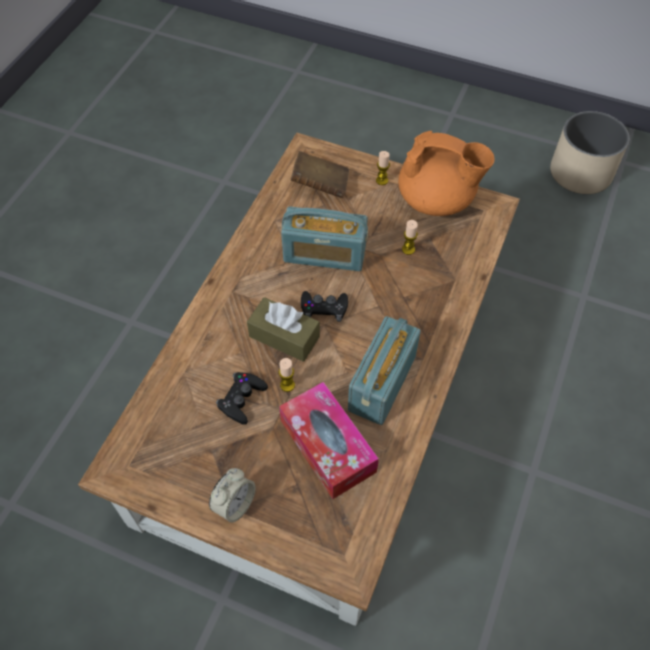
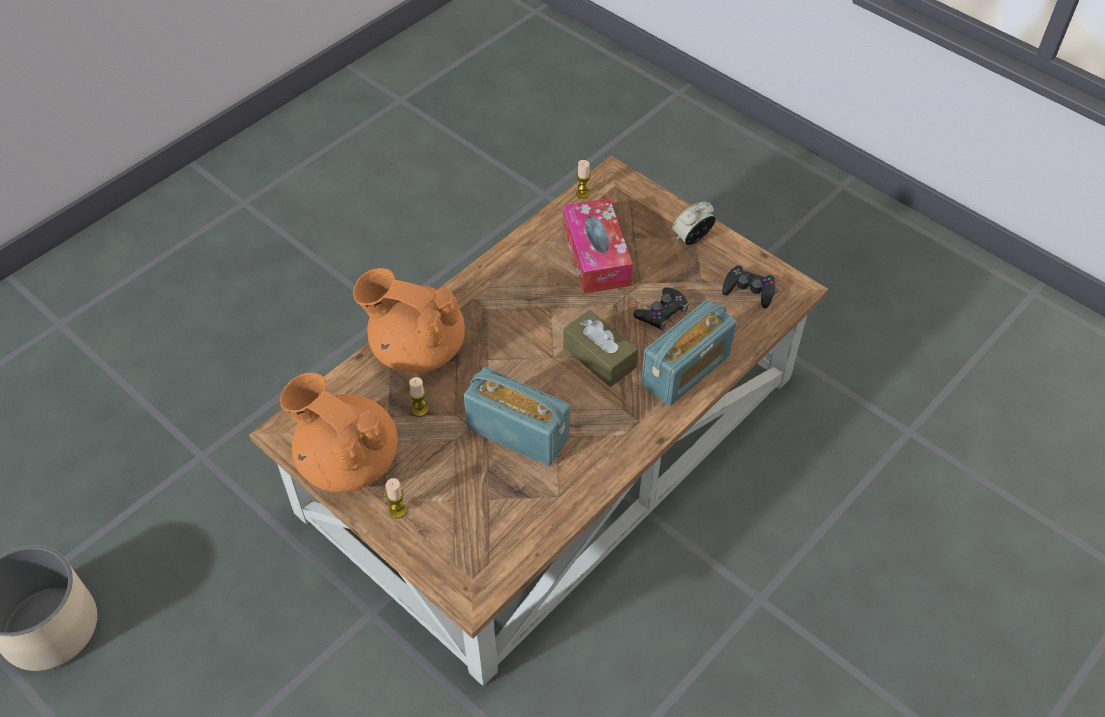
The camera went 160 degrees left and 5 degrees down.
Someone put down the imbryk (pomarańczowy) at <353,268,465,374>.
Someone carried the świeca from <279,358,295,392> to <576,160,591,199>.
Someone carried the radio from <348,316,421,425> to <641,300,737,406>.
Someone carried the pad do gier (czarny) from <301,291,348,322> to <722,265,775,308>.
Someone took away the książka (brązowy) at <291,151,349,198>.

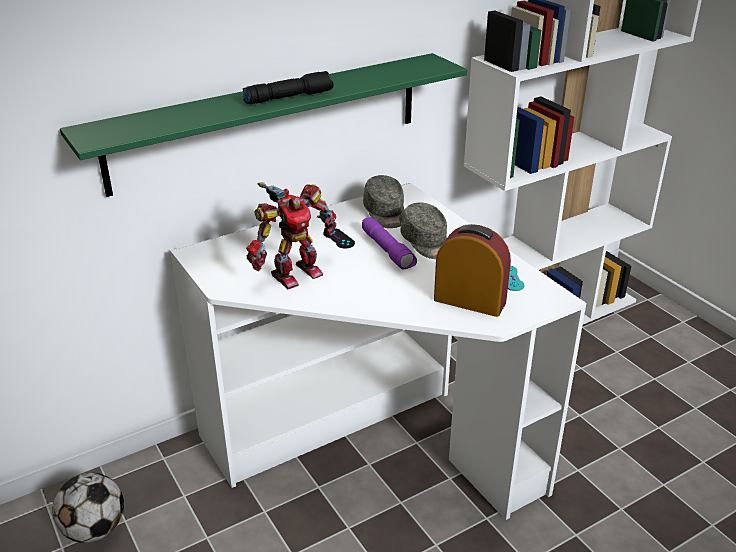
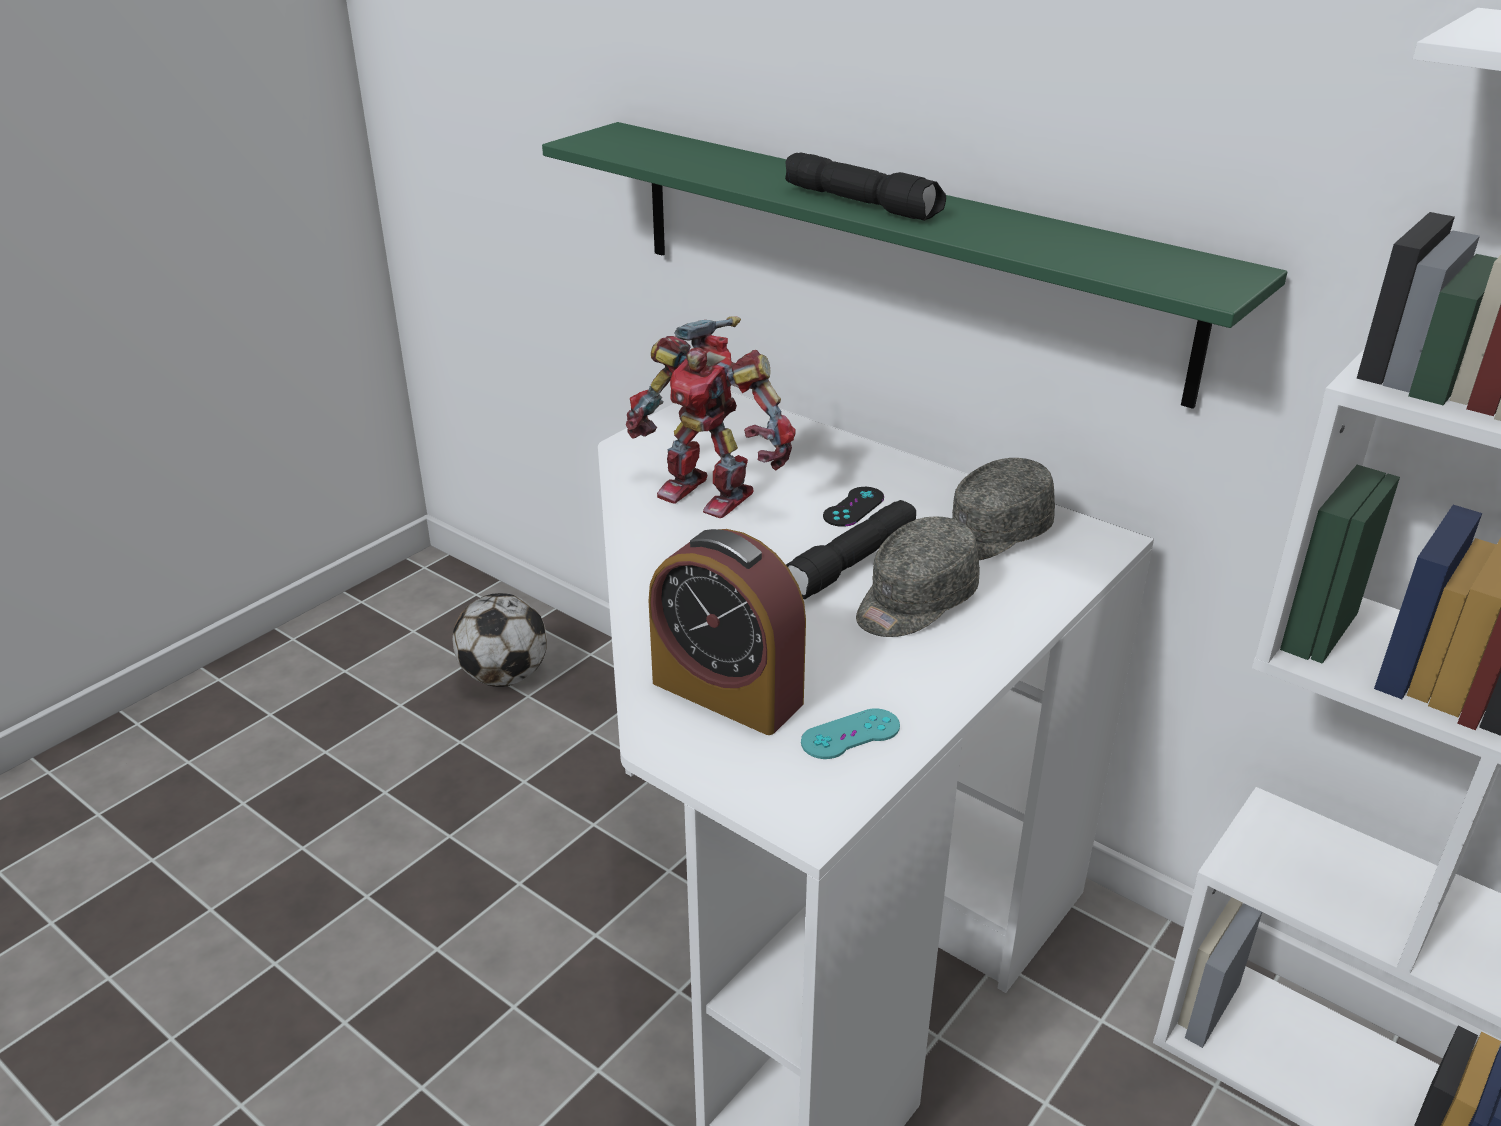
The camera went 70 degrees right and 0 degrees up.
Someone rotated the budzik at <434,224,511,317> by 120 degrees clockwise.
Someone repainted the latarka (fioletowy) at <362,217,417,270>, which became the latarka (czarny) at <786,500,916,600>.

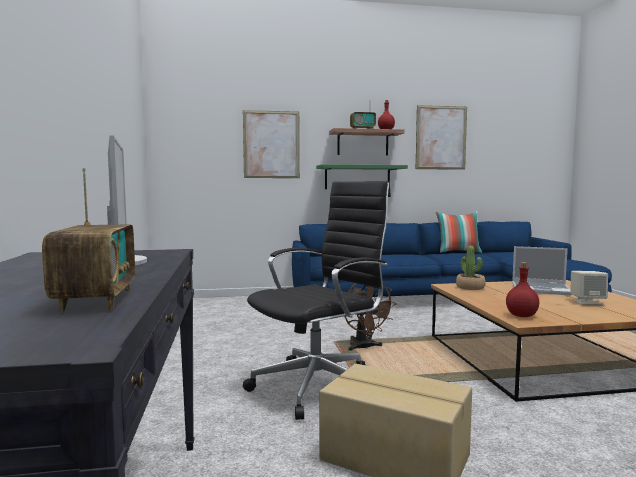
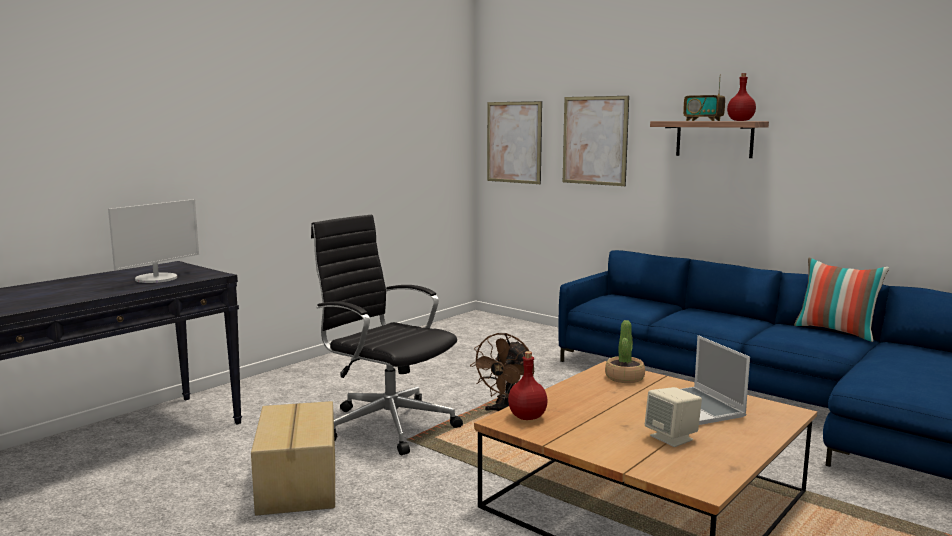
The camera went 50 degrees right and 5 degrees up.
Someone rotated the krzesło biurowe (czarny) at <243,181,391,420> by 150 degrees counterclockwise.
Someone carried the obraz from <416,105,467,170> to <487,101,542,184>.
Someone took away the radio at <42,169,135,312>.
Someone took away the półka (zielony) at <316,164,408,189>.

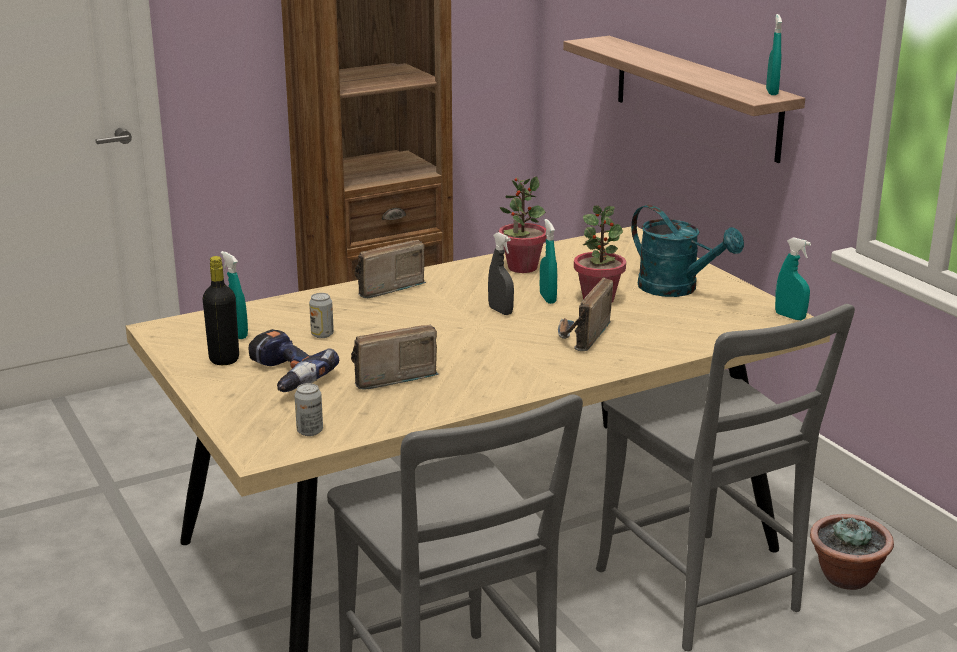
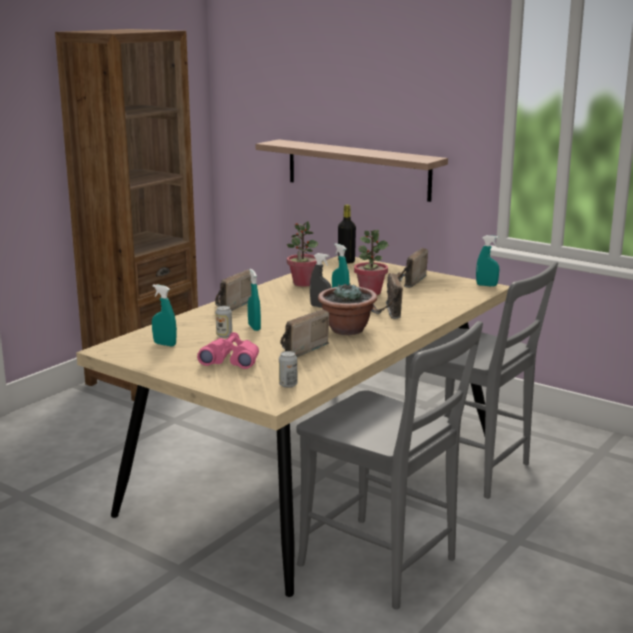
The camera went 25 degrees left and 5 degrees down.
Someone swapped the wiertarka at <249,329,339,392> for the lornetka (różowy) at <197,332,259,369>.
Someone carried the spryskiwacz (turkusowy) from <766,14,782,95> to <248,269,261,331>.
Someone carried the roślina doniczkowa from <810,514,894,590> to <318,284,377,335>.
Someone carried the butelka (czarny) from <203,256,239,365> to <338,205,356,264>.
Someone swapped the konewka (turkusowy) at <631,205,744,297> for the radio at <396,248,428,288>.

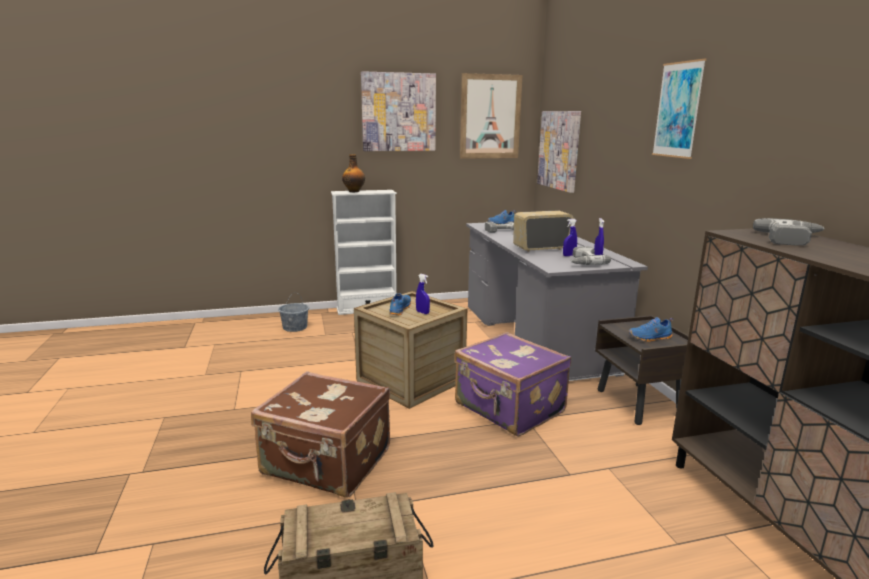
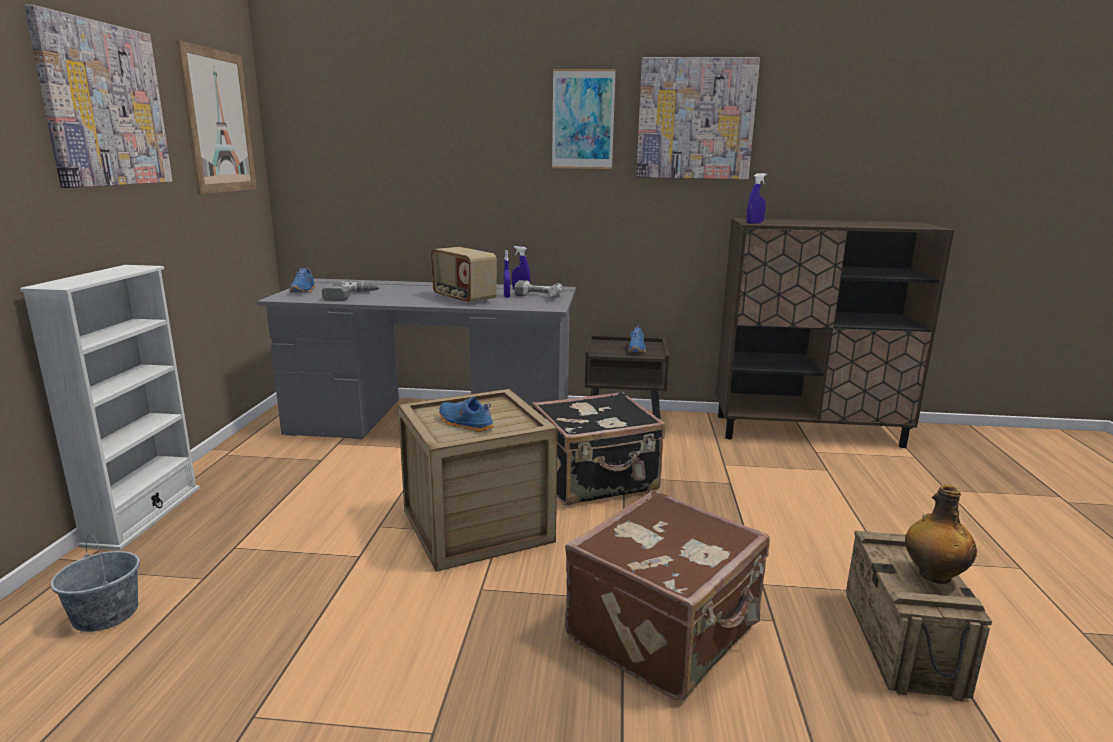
The camera went 70 degrees left and 0 degrees up.
Someone rotated the radio at <513,210,574,252> by 45 degrees counterclockwise.
Someone repainted the walizka (fioletowy) at <454,332,571,436>, which became the walizka (czarny) at <532,391,665,505>.
Someone carried the obraz from <537,111,581,193> to <636,57,760,179>.
Someone carried the spryskiwacz (niebieski) from <416,274,430,314> to <747,173,767,224>.
Someone carried the butelka from <342,154,365,192> to <905,484,977,584>.
Someone took away the wiertarka at <753,218,825,246>.

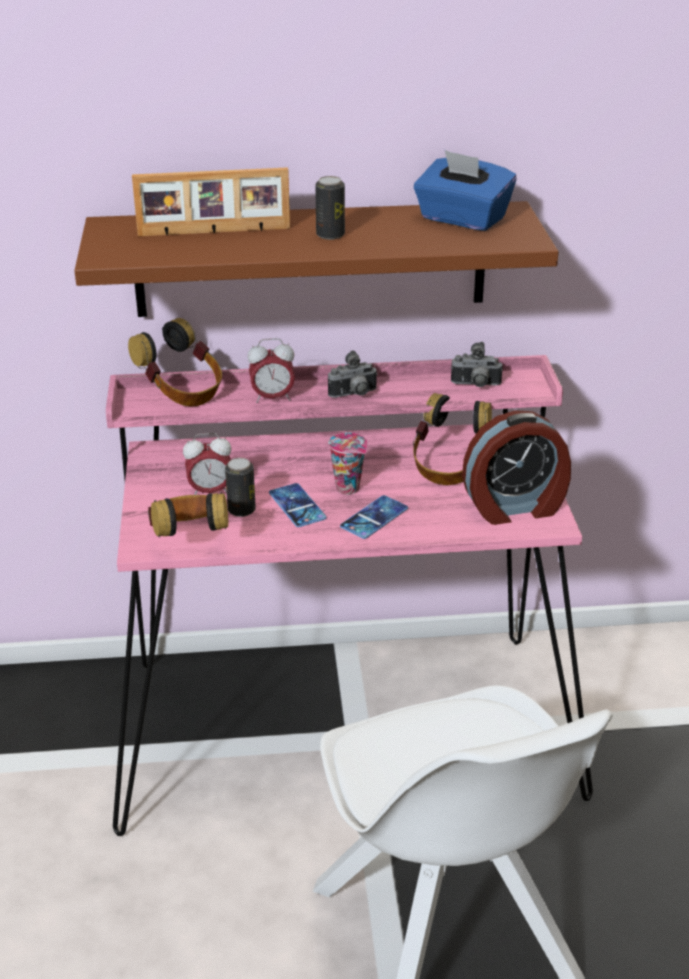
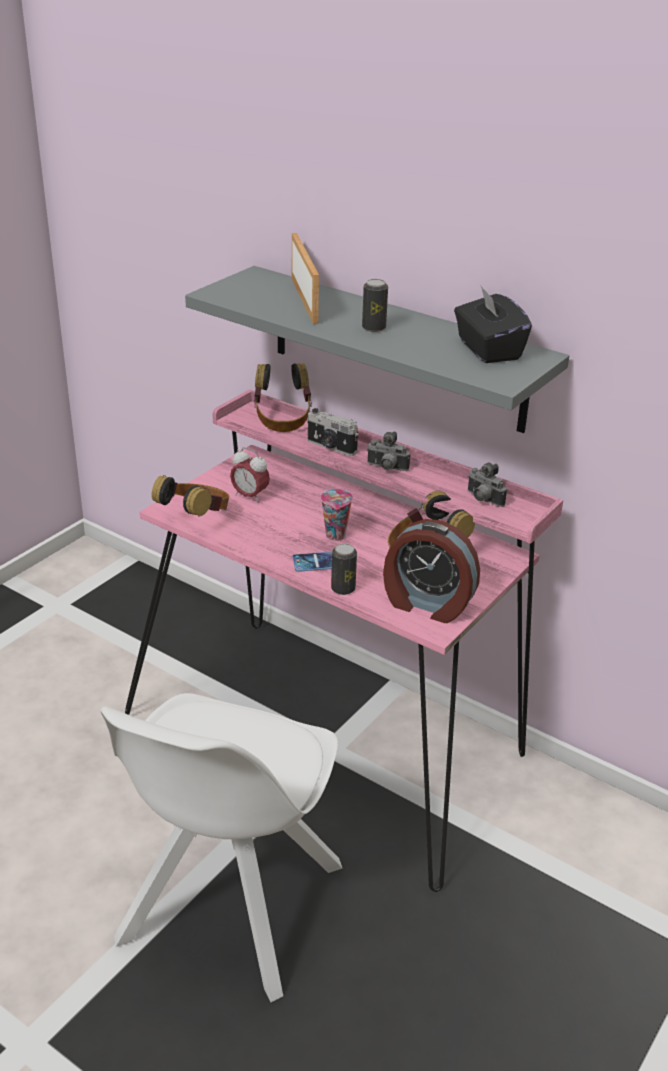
The camera went 40 degrees right and 0 degrees up.
Someone repainted the półka (brązowy) at <74,201,559,317>, which became the półka (szary) at <185,266,569,433>.
Someone rotated the ramka na zdjęcie at <132,167,290,236> by 135 degrees counterclockwise.
Someone swapped the budzik at <247,338,295,403> for the aparat fotograficzny at <307,408,359,456>.
Someone carried the puszka from <225,458,256,517> to <331,544,357,595>.
Someone repainted the pudełko chusteczek (niebieski) at <414,150,516,231>, which became the pudełko chusteczek (czarny) at <454,286,532,363>.
Someone took away the telefon at <269,483,326,527>.

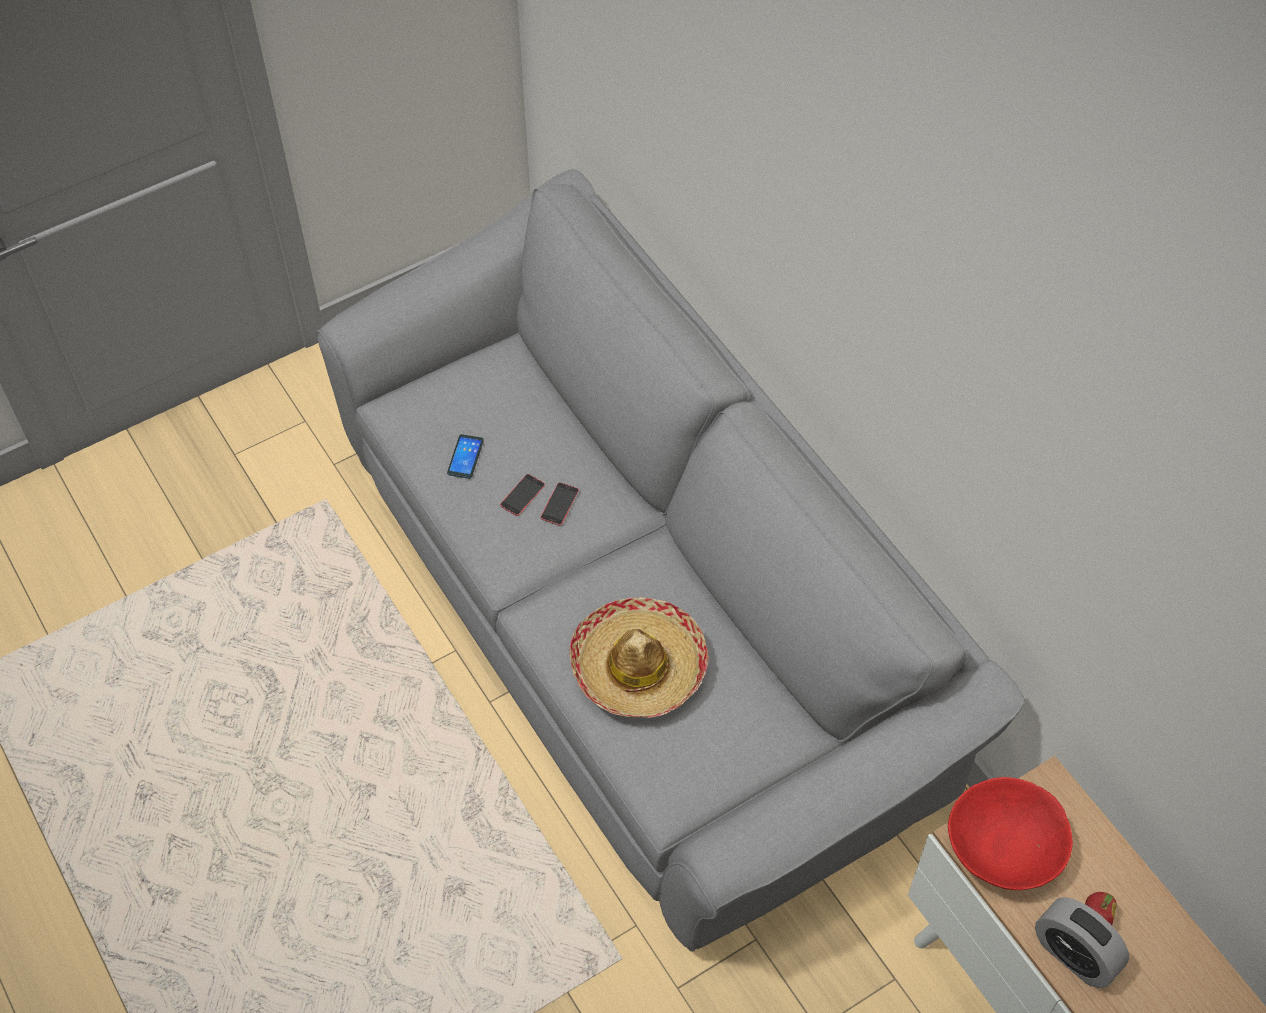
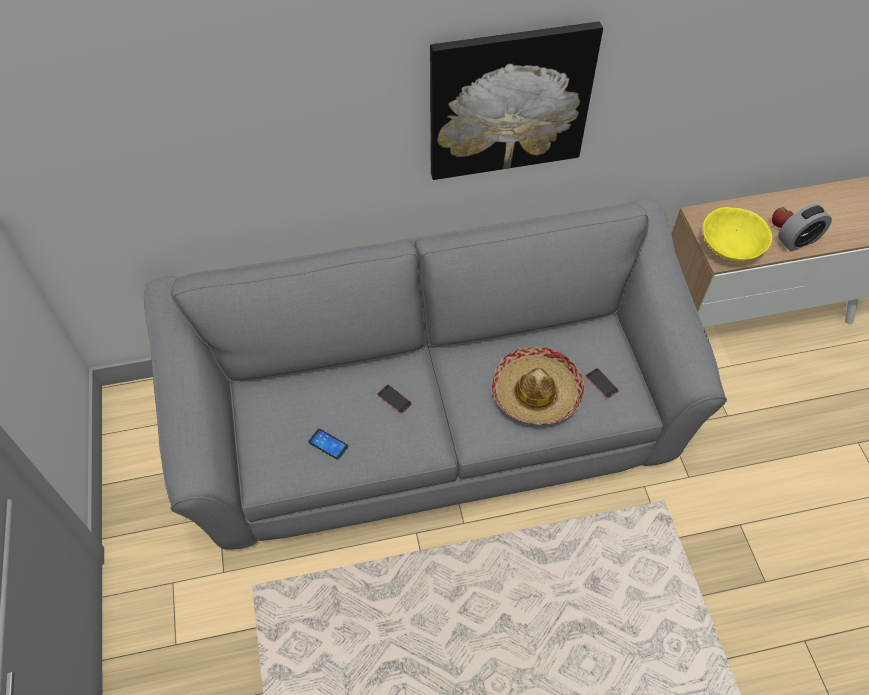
The camera went 70 degrees left and 0 degrees up.
Someone put up the obraz at <430,22,603,180>.
Someone carried the telefon from <500,474,545,516> to <586,368,619,398>.
Someone repainted the miska (czerwony) at <948,777,1073,890>, which became the miska (żółty) at <703,207,772,261>.

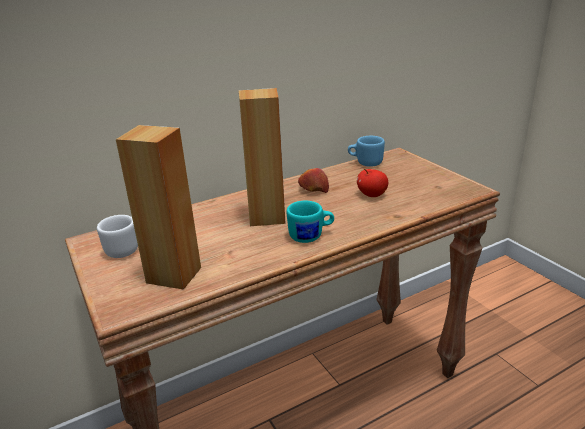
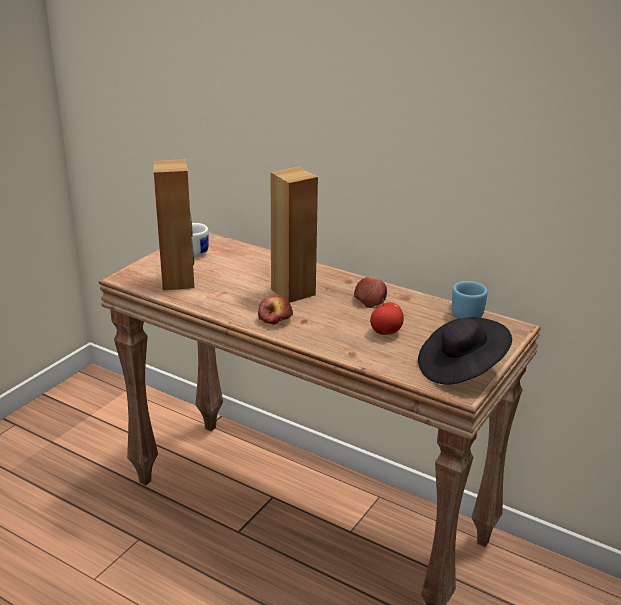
The camera went 60 degrees right and 0 degrees up.
Someone swapped the kubek (turkusowy) at <287,201,334,243> for the jabłko at <258,296,293,325>.
Someone put down the kapelusz (czarny) at <418,318,512,384>.

